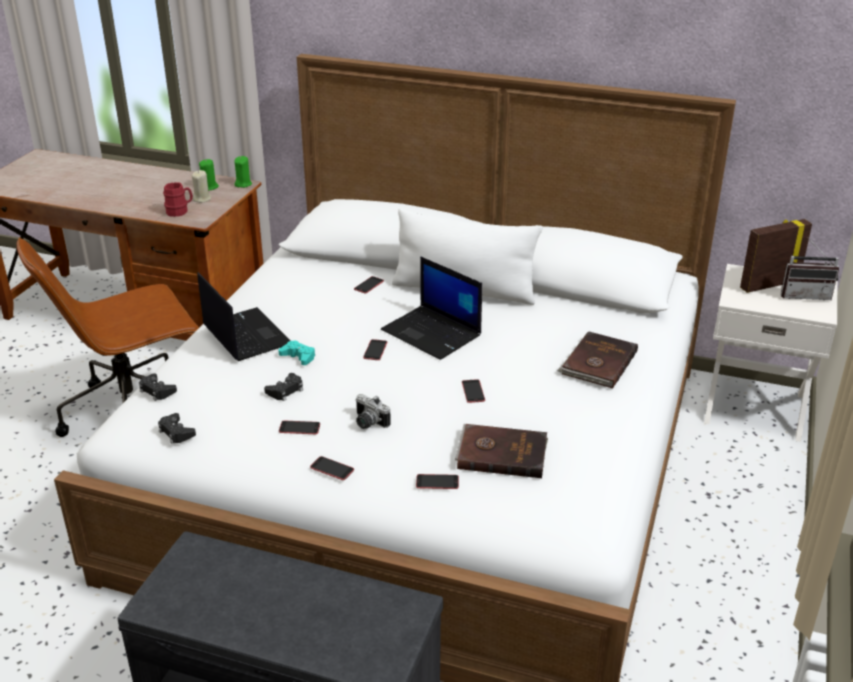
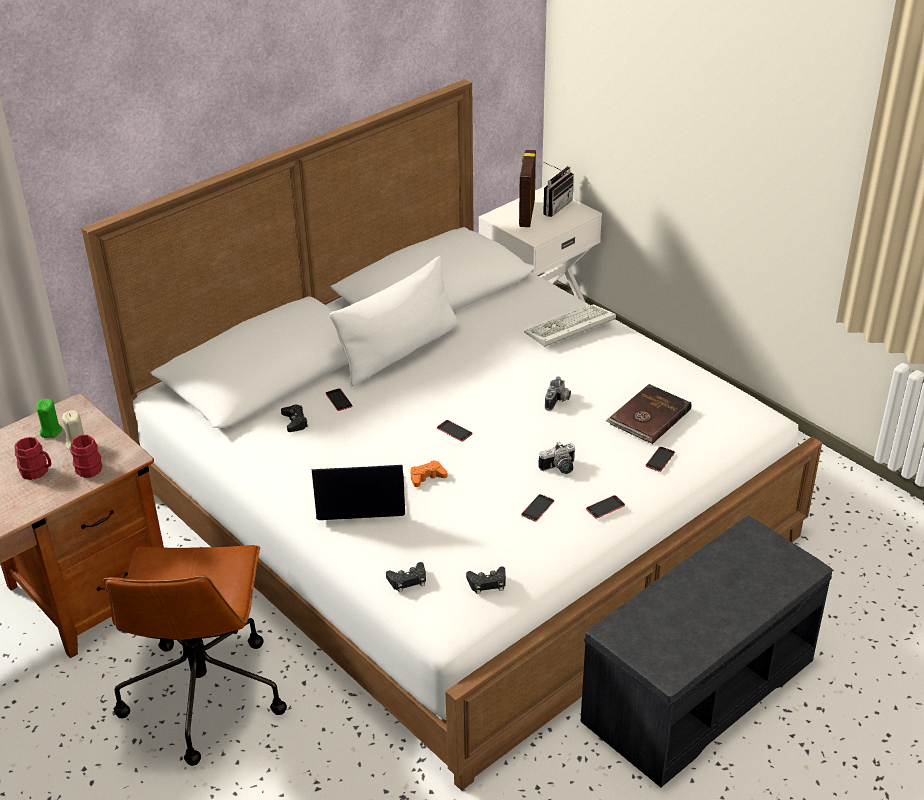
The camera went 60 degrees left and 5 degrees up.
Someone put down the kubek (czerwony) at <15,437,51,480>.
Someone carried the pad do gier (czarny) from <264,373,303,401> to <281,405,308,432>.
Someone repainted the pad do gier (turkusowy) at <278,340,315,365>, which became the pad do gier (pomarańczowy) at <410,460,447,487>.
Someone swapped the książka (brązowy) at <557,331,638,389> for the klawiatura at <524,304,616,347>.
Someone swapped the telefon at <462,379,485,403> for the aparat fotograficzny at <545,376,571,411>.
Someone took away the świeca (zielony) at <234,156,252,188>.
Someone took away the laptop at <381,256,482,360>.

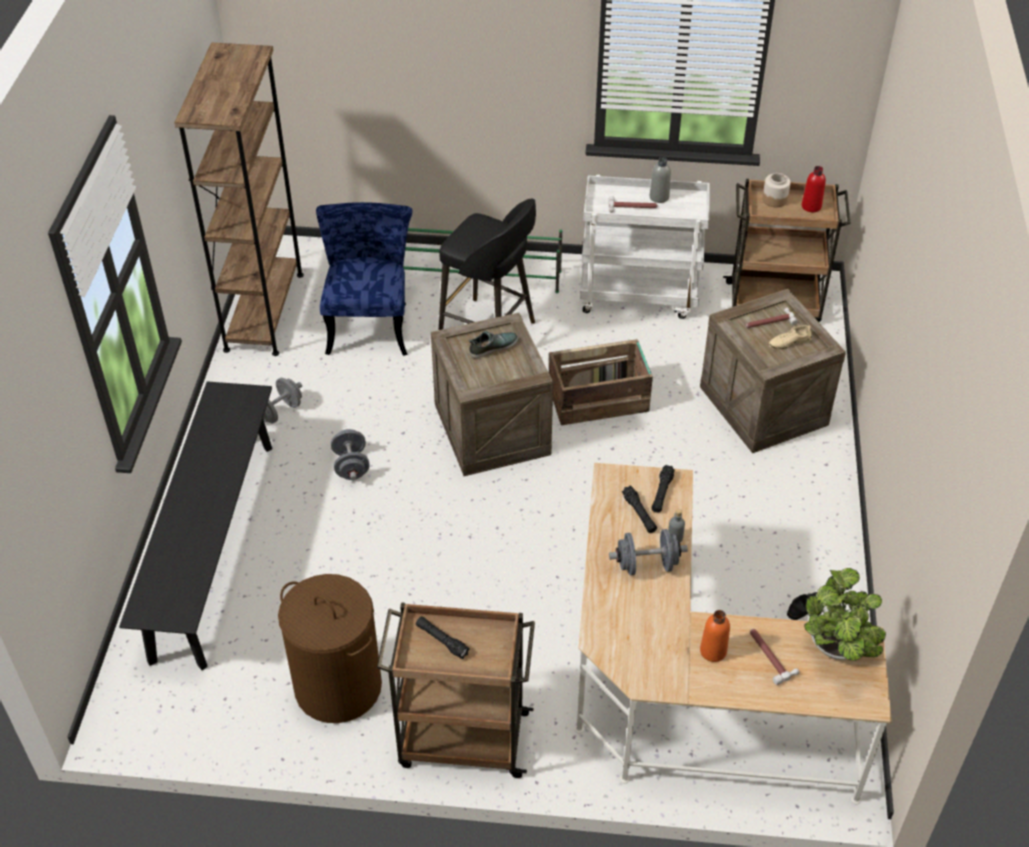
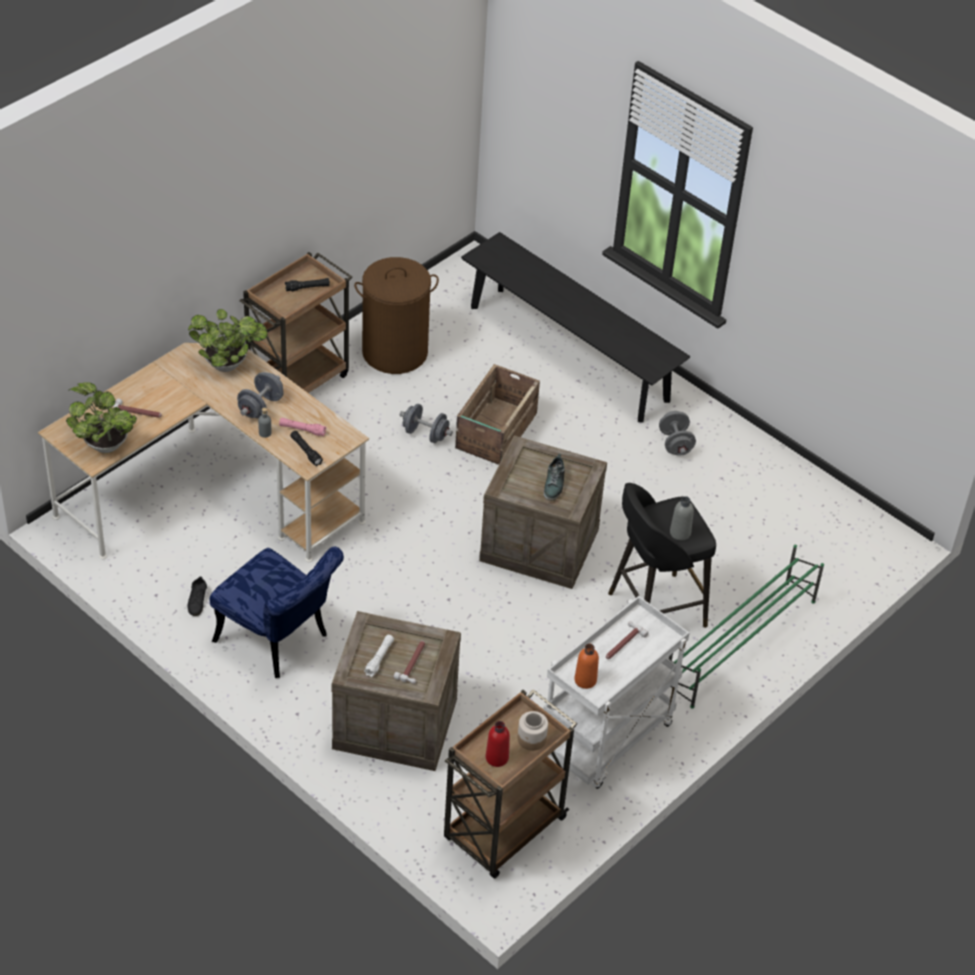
The camera went 125 degrees right and 0 degrees up.
Someone put down the roślina doniczkowa at <188,309,268,372>.
Someone carried the krzesło (niebieski) from <316,202,412,356> to <210,546,344,678>.
Someone repainted the latarka (czarny) at <622,485,657,533>, which became the latarka (różowy) at <279,418,326,436>.
Someone swapped the but (beżowy) at <769,325,812,350> for the latarka (biały) at <364,635,394,677>.
Someone carried the hantel (szary) from <331,429,370,480> to <400,404,453,443>.
Someone carried the skrzynka from <549,339,653,425> to <455,364,540,465>.
Someone carried the butelka (pomarańczowy) from <700,610,730,662> to <574,644,599,689>.
Someone carried the butelka (szary) from <650,157,671,203> to <670,496,694,540>.
Someone took away the regał (brązowy) at <174,42,304,356>.

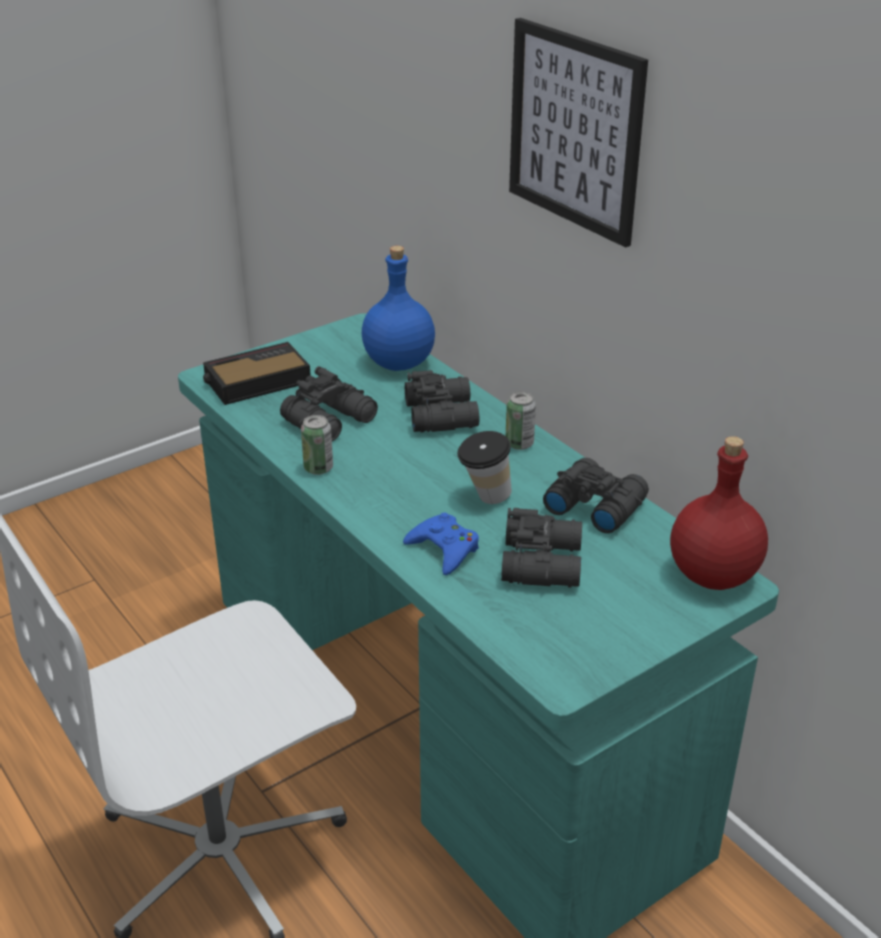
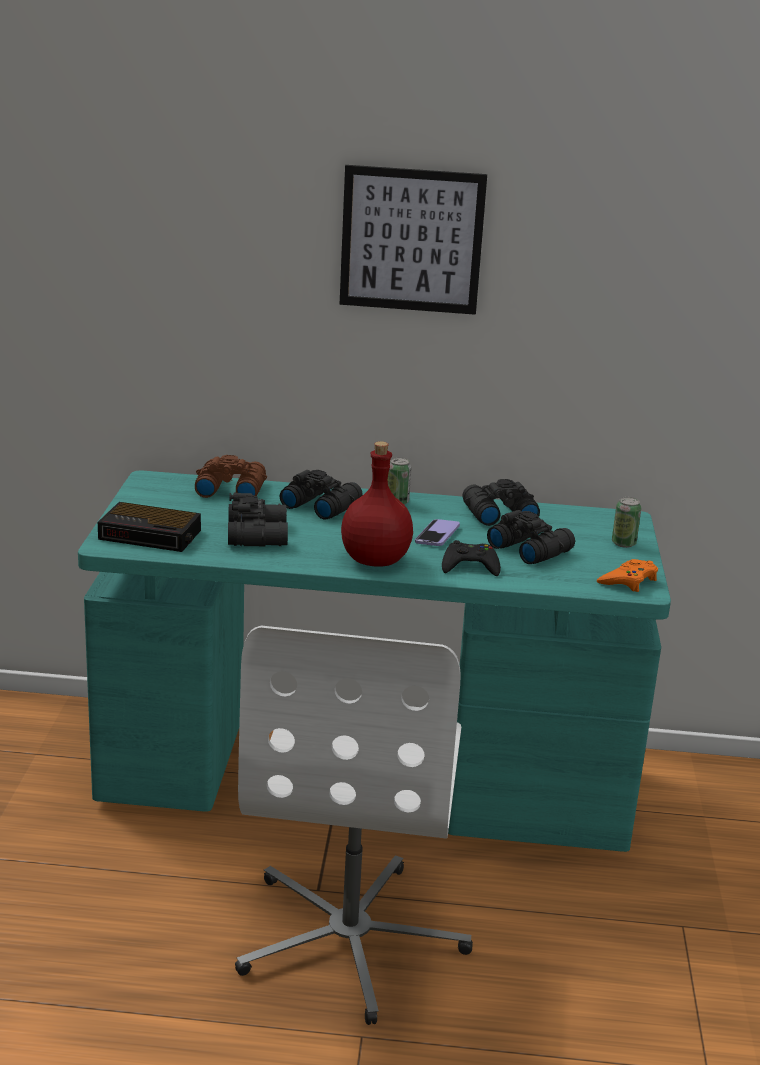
The camera went 50 degrees left and 10 degrees down.
Someone rotated the budzik at <203,342,311,405> by 90 degrees counterclockwise.
Someone swapped the butelka (niebieski) at <362,246,435,371> for the lornetka (brązowy) at <195,455,267,498>.
Someone carried the butelka (czerwony) from <670,436,768,590> to <341,441,413,567>.
Someone swapped the filiżanka at <457,431,512,504> for the telefon at <415,519,460,546>.
Someone repainted the pad do gier (niebieski) at <403,513,479,575>, which became the pad do gier (czarny) at <442,540,501,576>.
Someone put down the pad do gier (pomarańczowy) at <597,559,658,592>.
Someone carried the puszka from <301,415,333,475> to <612,497,641,548>.

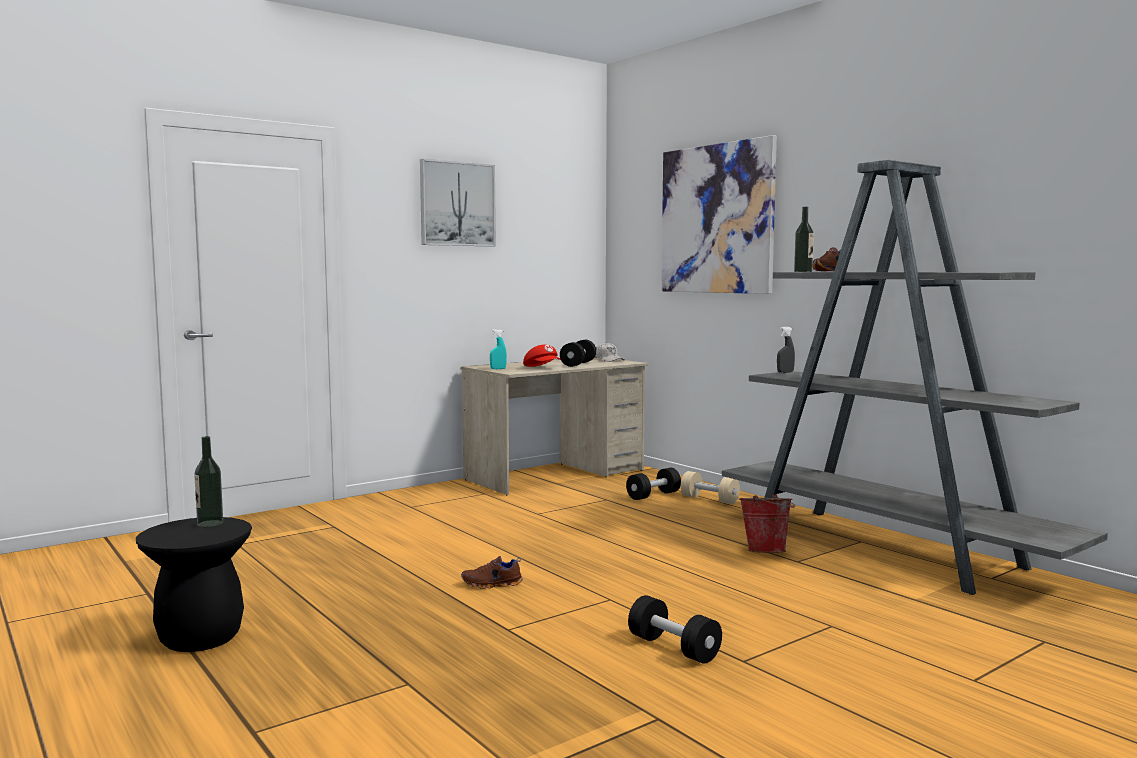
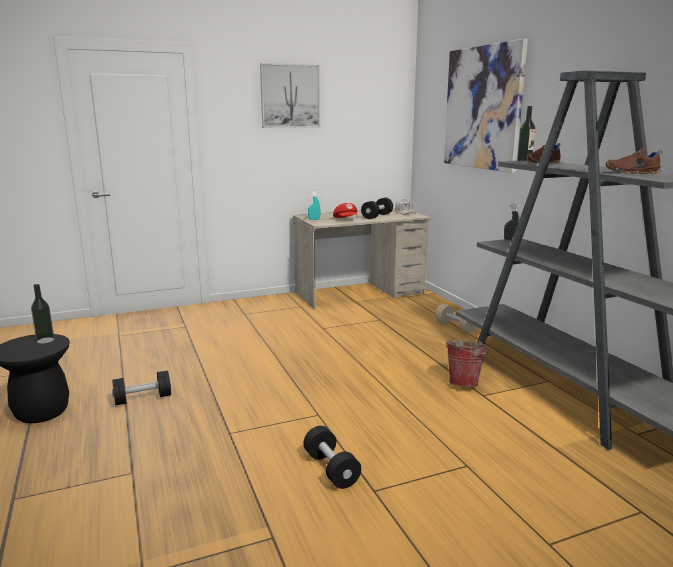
The camera went 15 degrees right and 10 degrees up.
Someone carried the hantel (czarny) from <626,468,681,500> to <112,370,171,406>.
Someone carried the but (brązowy) from <461,556,523,589> to <606,148,663,174>.

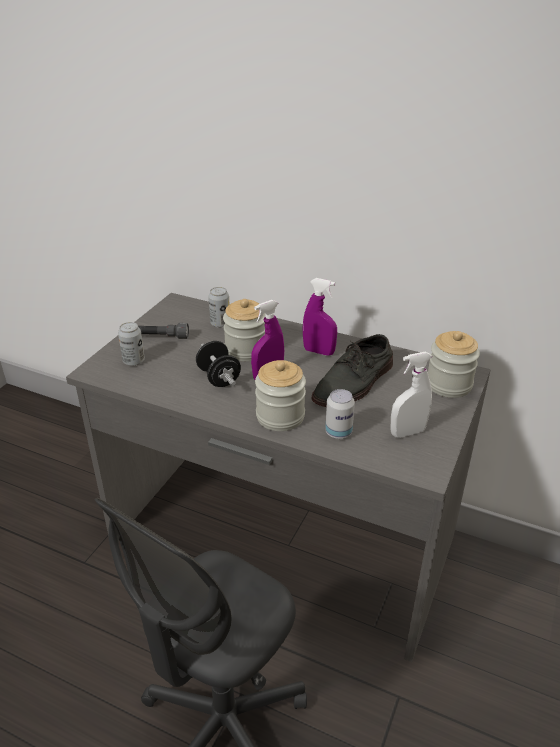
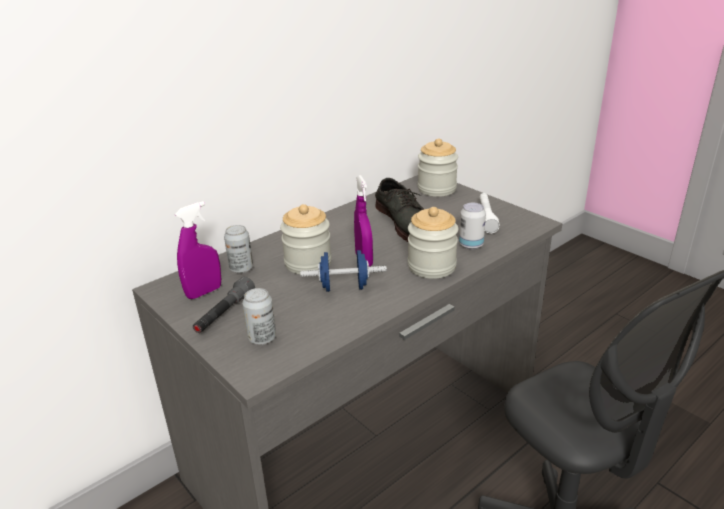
The camera went 65 degrees left and 5 degrees down.
Someone carried the spryskiwacz (fioletowy) from <303,278,337,356> to <175,201,221,299>.
Someone repainted the hantel (czarny) at <196,341,241,387>, which became the hantel (niebieski) at <300,250,387,292>.
Someone swapped the spryskiwacz (biały) at <391,352,432,438> for the latarka (biały) at <480,193,500,234>.

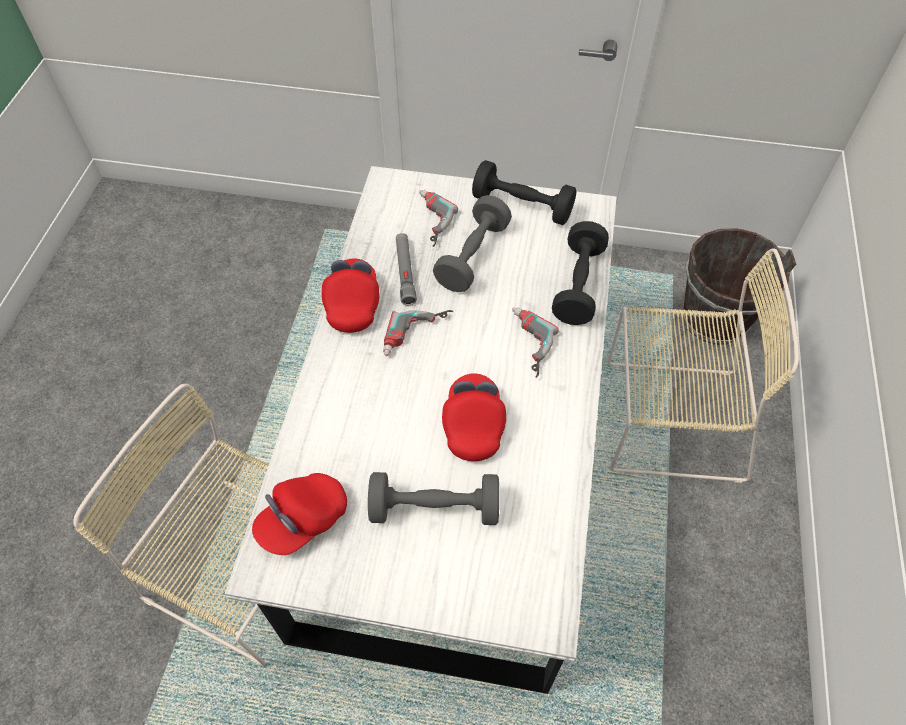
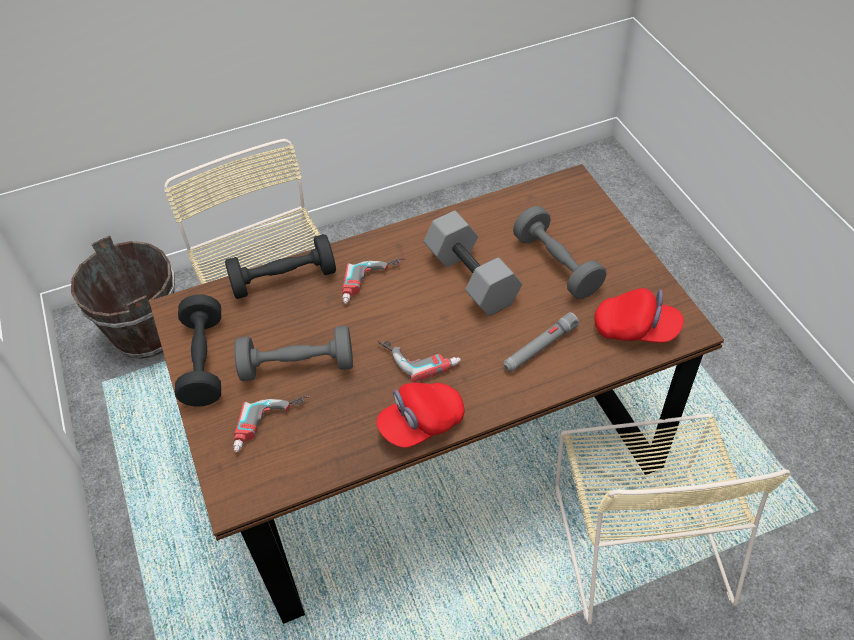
The camera went 120 degrees left and 5 degrees down.
Someone repainted the stół jadalny (biały) at <225,166,617,694>, which became the stół jadalny (brązowy) at <149,164,724,624>.
Someone swapped the czapka z daszkiem (czerwony) at <442,374,506,461> for the hantel (szary) at <424,211,522,316>.
Someone carried the latarka (szary) from <396,233,417,305> to <504,312,579,372>.

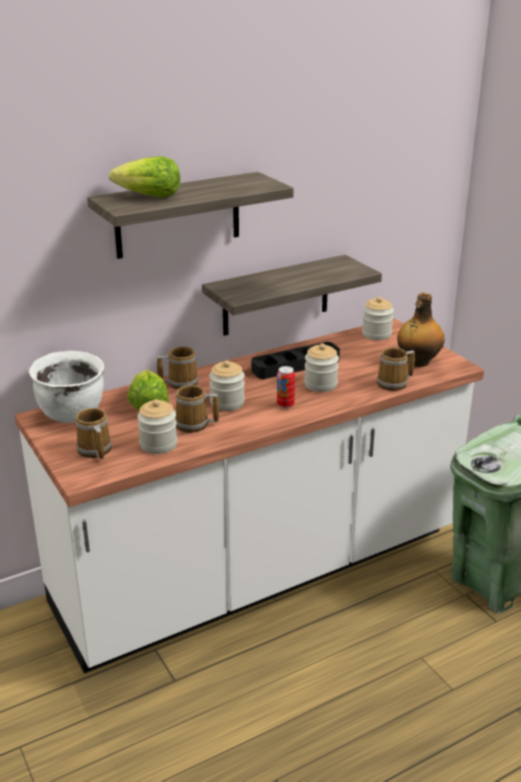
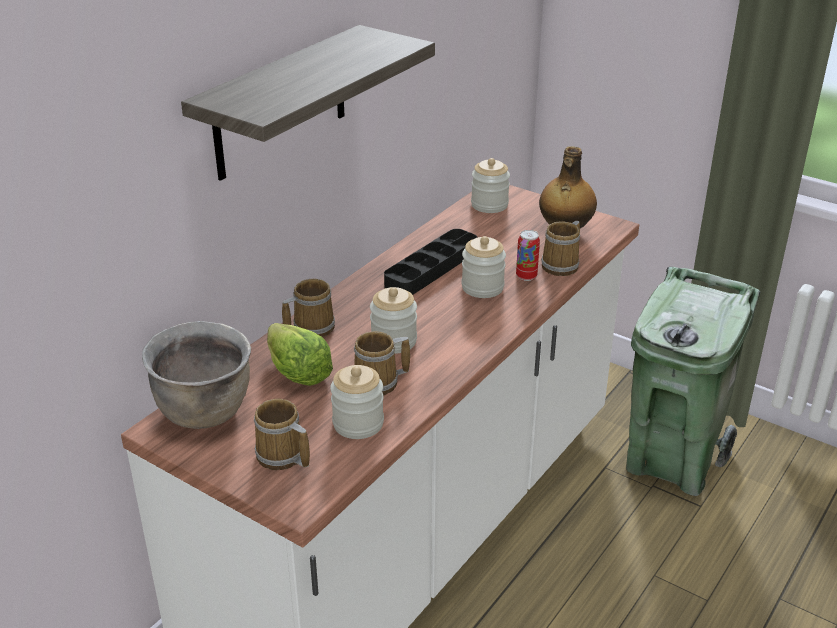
The camera went 25 degrees left and 5 degrees up.
Someone repainted the garnek (biały) at <29,351,104,423>, which became the garnek (brązowy) at <142,321,251,429>.
Someone carried the puszka from <277,366,295,408> to <516,230,540,281>.
Someone took away the sałata at <109,156,180,198>.
Someone took away the półka at <202,255,382,336>.

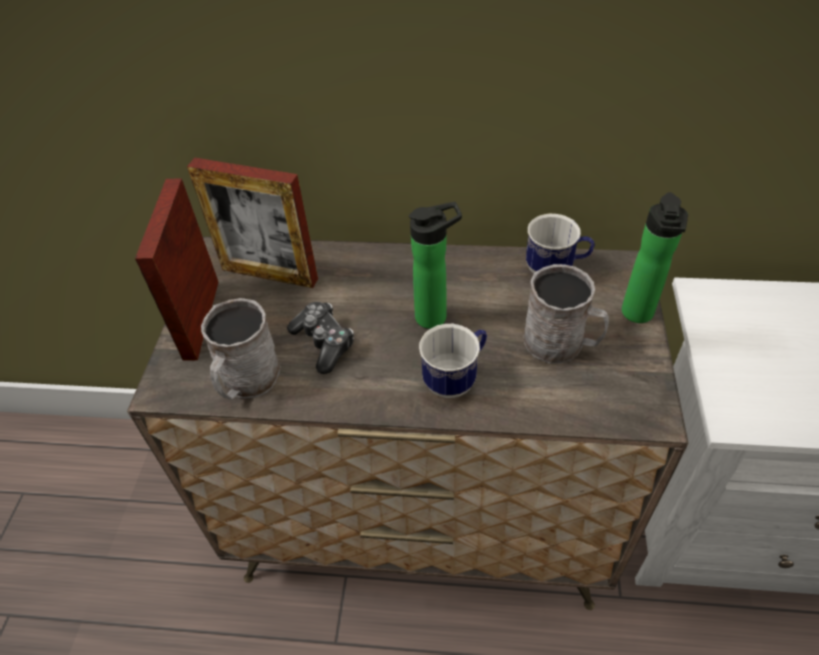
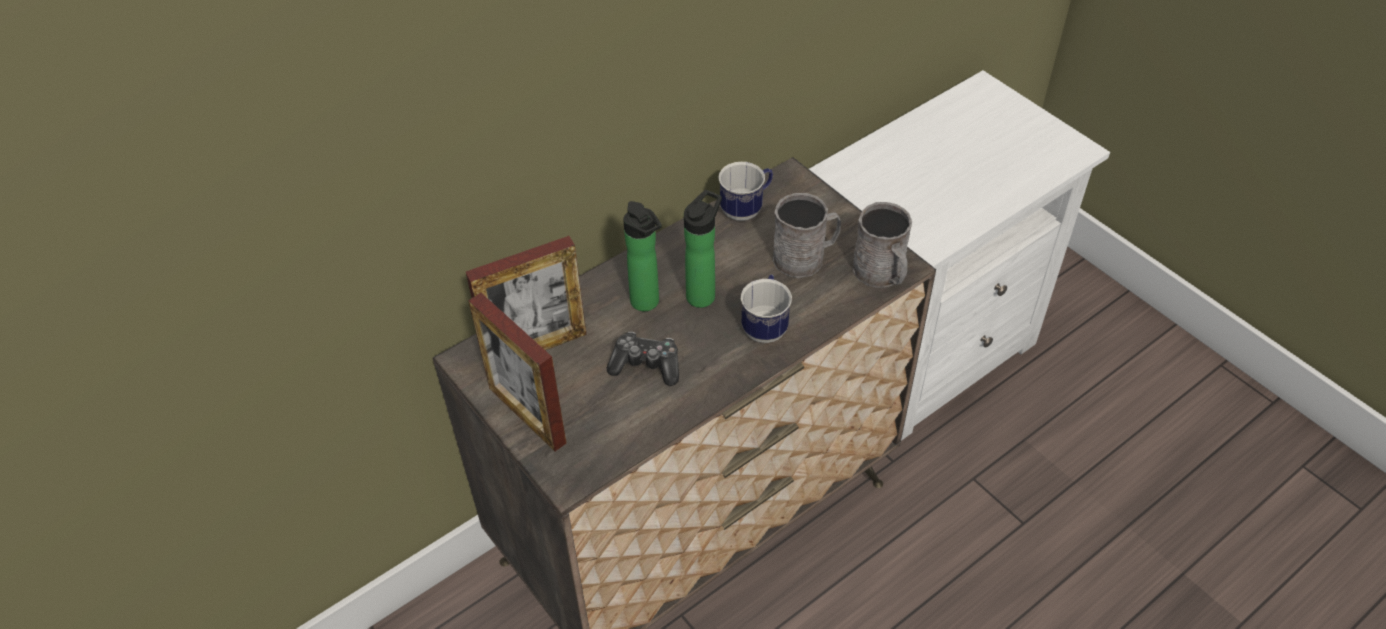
The camera went 45 degrees left and 0 degrees up.
Someone carried the butelka from <622,192,688,323> to <623,201,662,311>.
Someone carried the kubek (szary) from <201,298,281,399> to <853,202,912,288>.

